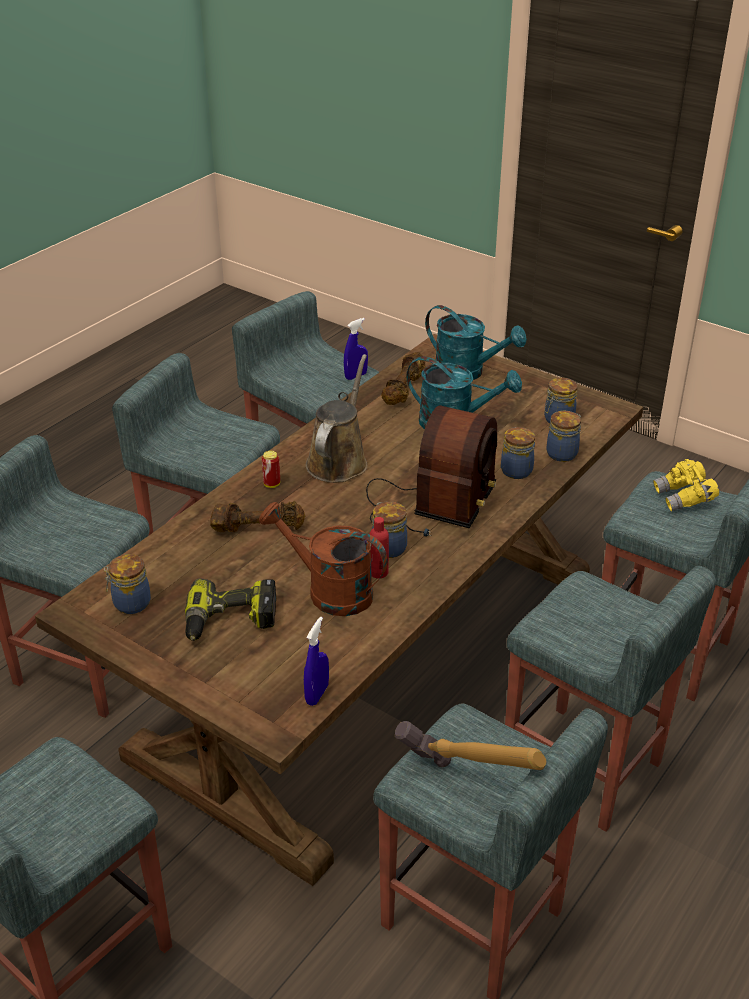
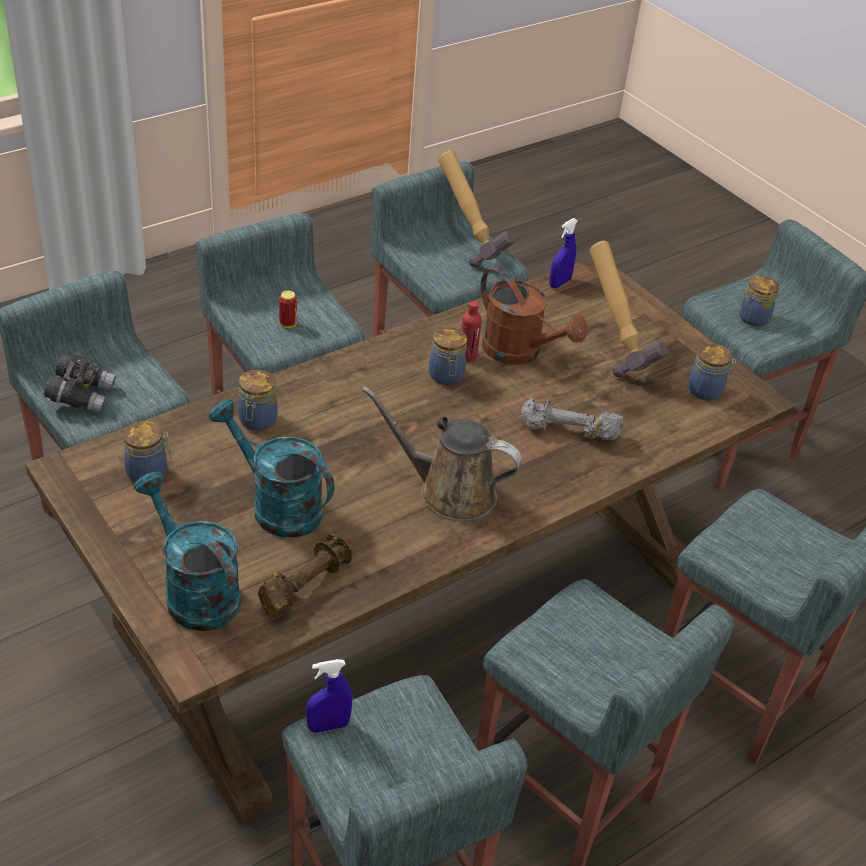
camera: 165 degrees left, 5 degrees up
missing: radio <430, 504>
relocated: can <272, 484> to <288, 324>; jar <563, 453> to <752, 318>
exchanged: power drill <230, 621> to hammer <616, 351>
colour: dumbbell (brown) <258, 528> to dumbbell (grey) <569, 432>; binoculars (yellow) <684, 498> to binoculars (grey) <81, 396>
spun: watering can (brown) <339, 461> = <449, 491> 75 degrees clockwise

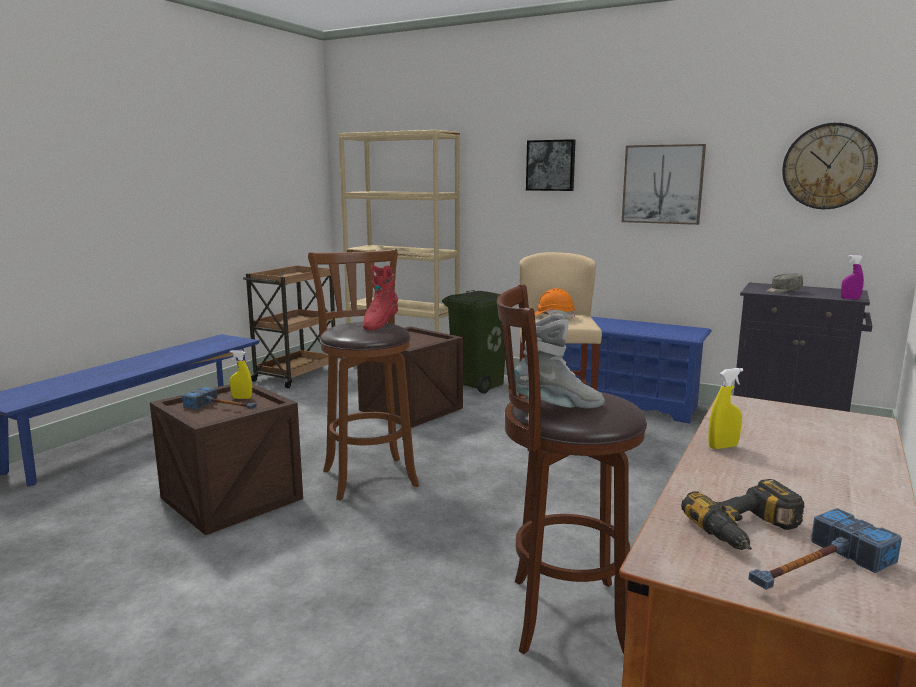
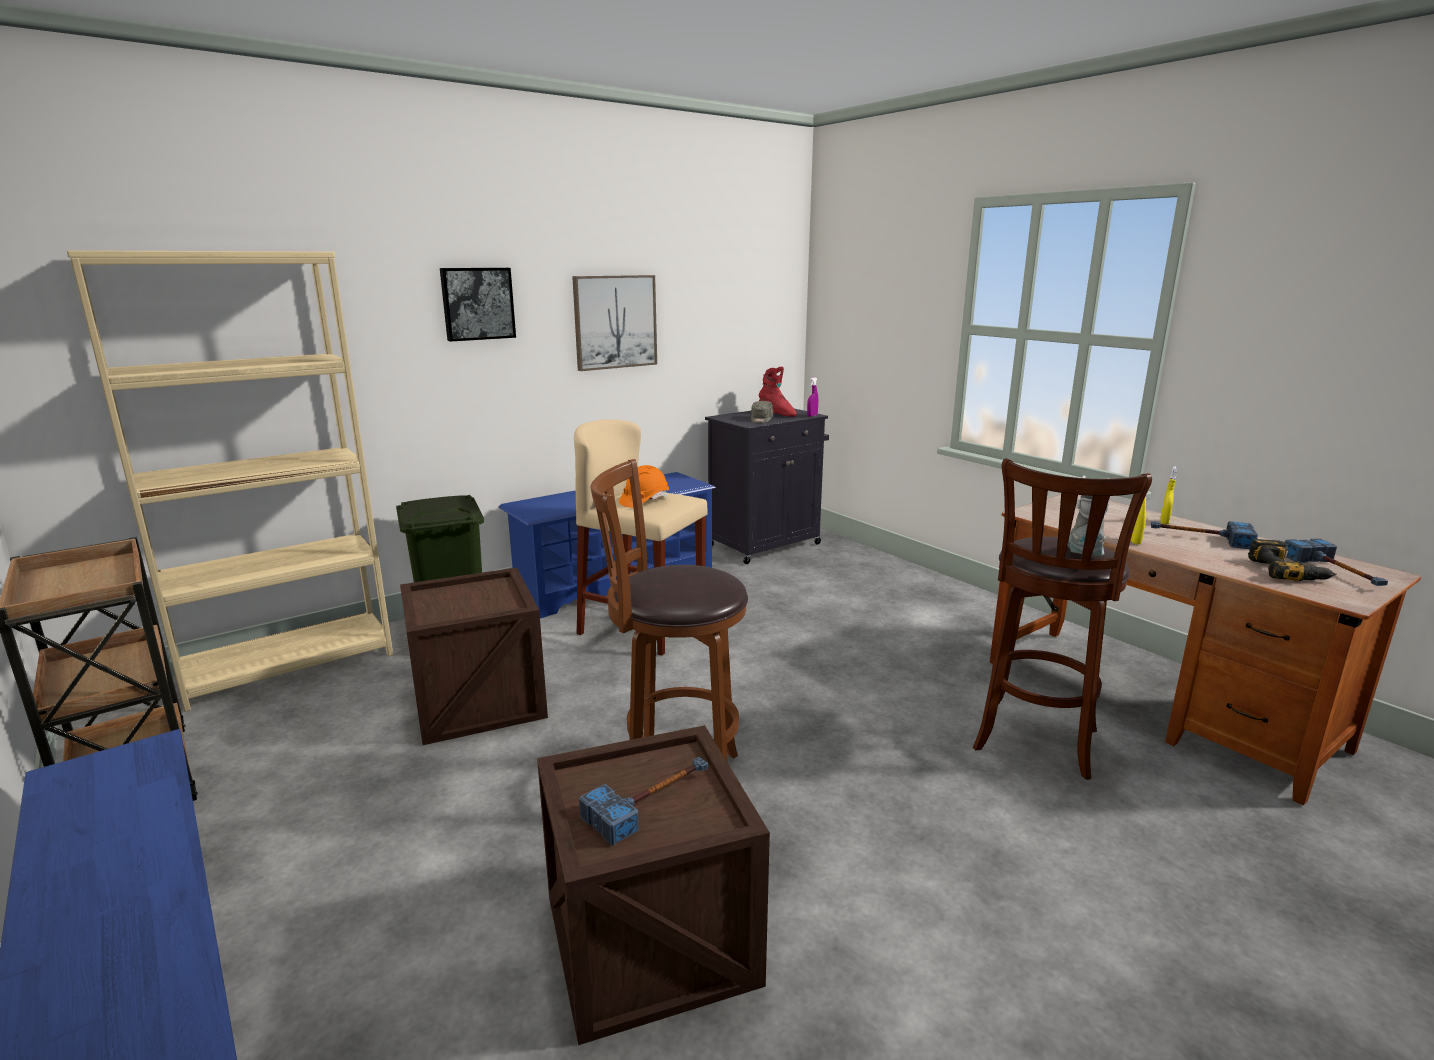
camera: 65 degrees left, 5 degrees up
missing: wall clock <828, 166>
appeared: hammer <1199, 538>
relocated: spray bottle (yellow) <242, 398> to <1164, 522>; boot (red) <379, 324> to <776, 414>

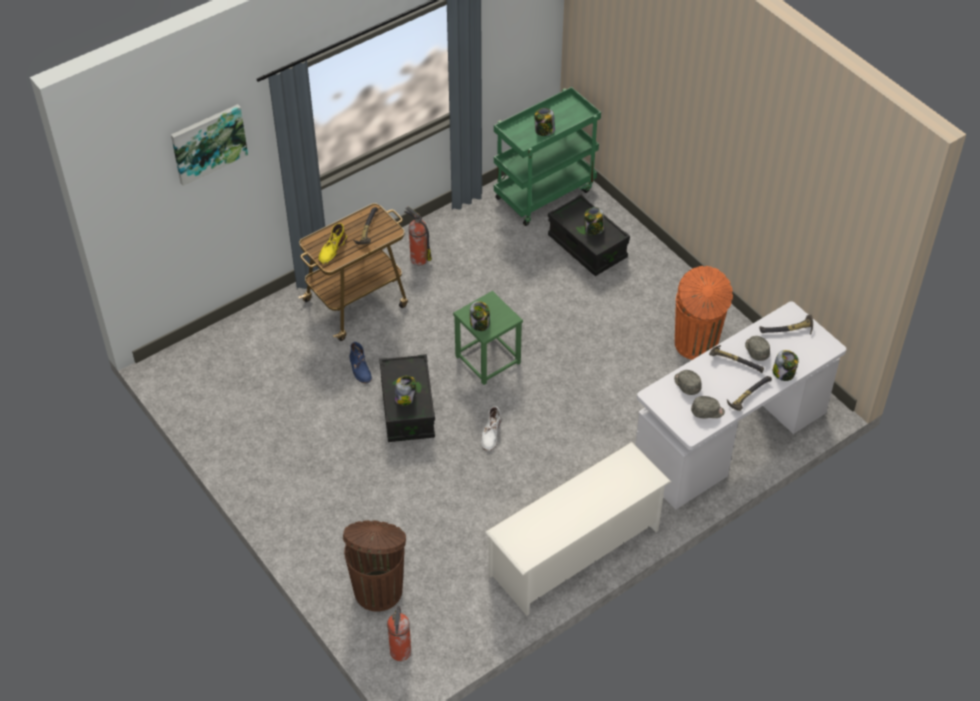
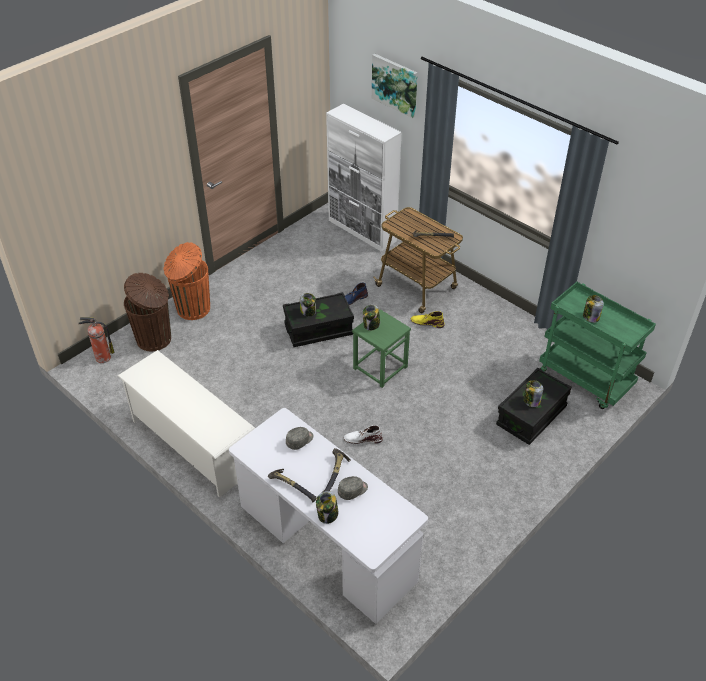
camera: 80 degrees right, 5 degrees down
missing: fire extinguisher <418, 258>; cap (grey) <707, 412>; hammer <788, 331>
appeared: cabinet (white) <362, 231>
relocated: boot (yellow) <332, 250> to <427, 322>; boot (white) <491, 434> to <362, 439>; trash can (orange) <696, 345> to <192, 309>

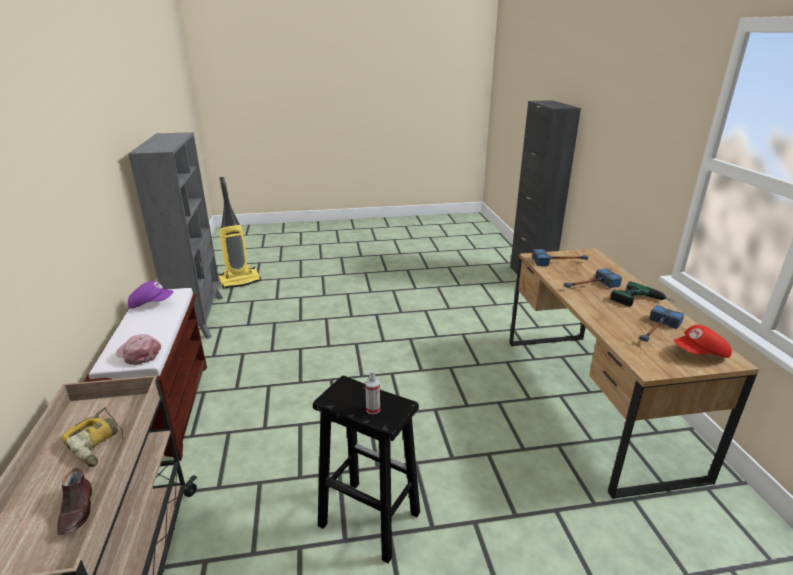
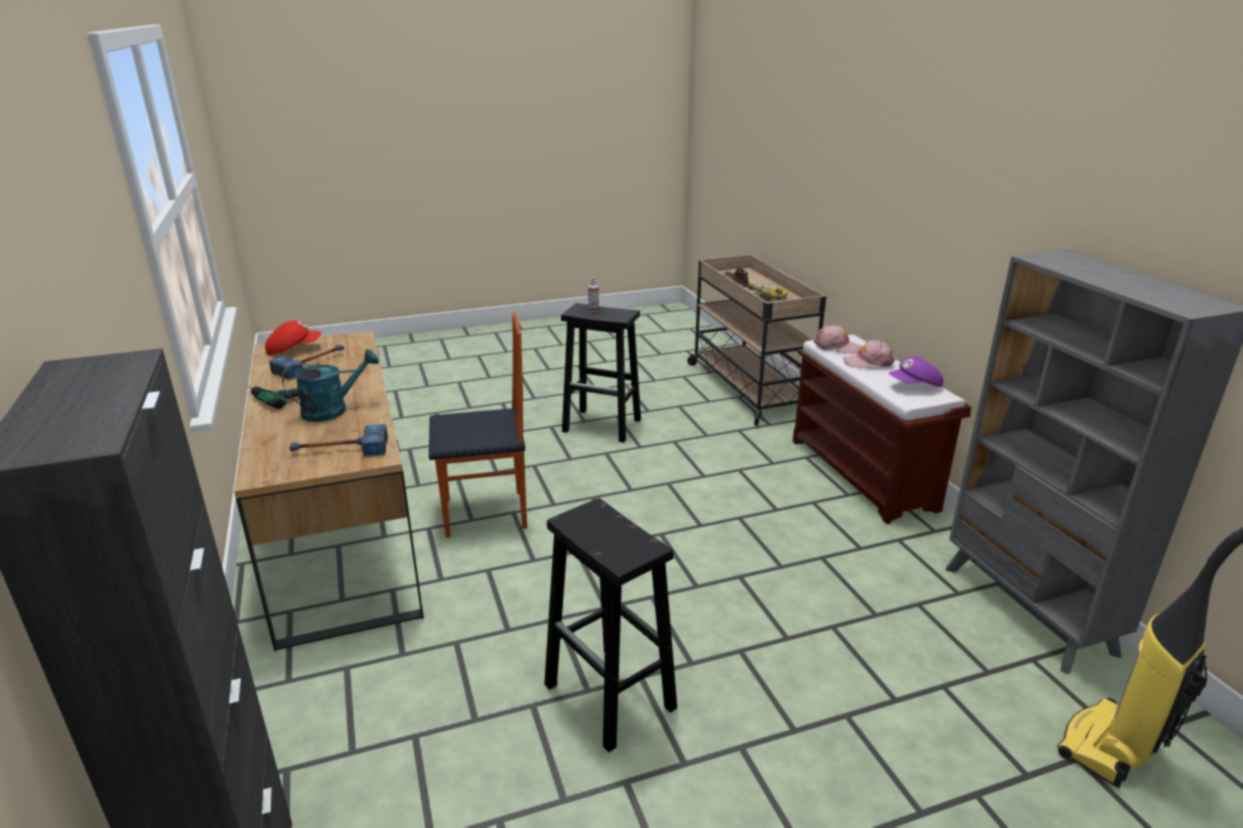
camera: 170 degrees right, 0 degrees up
appeared: chair <486, 514>; stool (black) <611, 697>; cap (pink) <868, 362>
exchanged: hammer <589, 286> to watering can (turquoise) <333, 410>

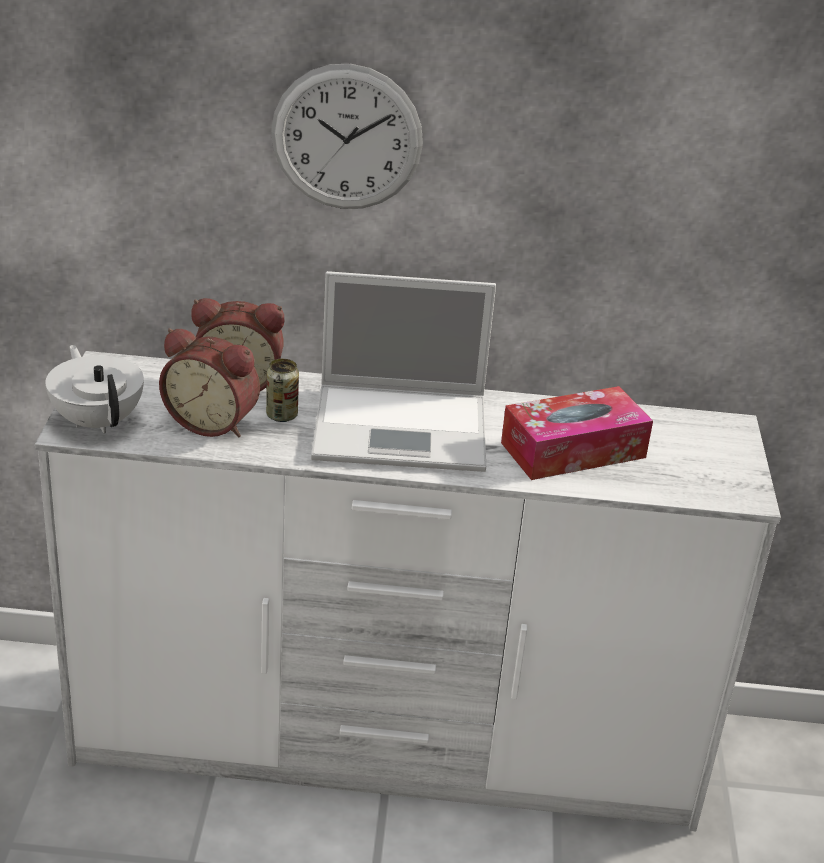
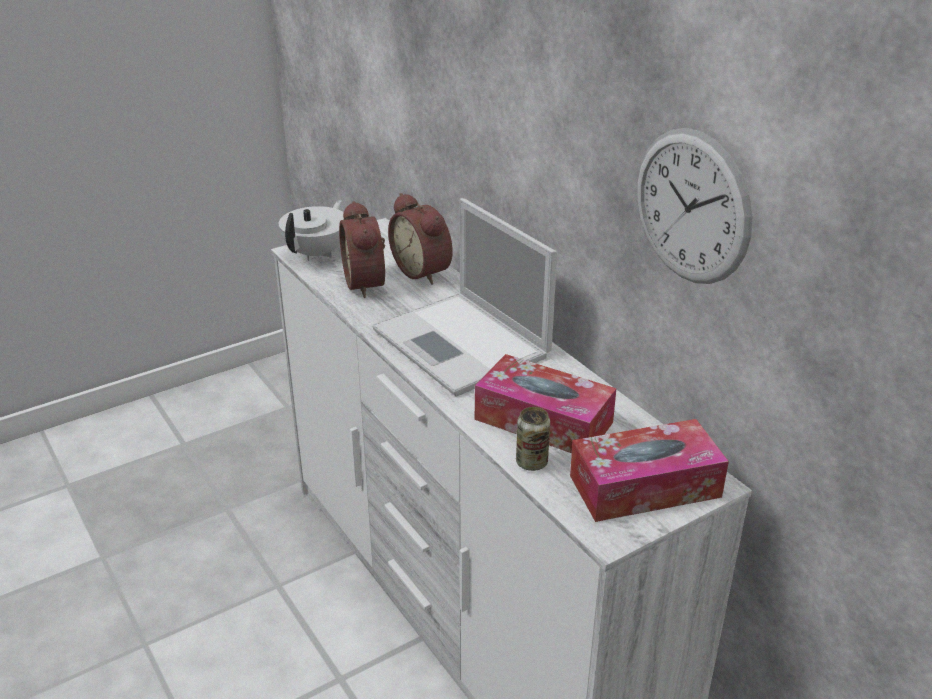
camera: 55 degrees right, 0 degrees up
appeared: tissue box <644, 486>
relocated: can <282, 415> to <531, 462>; wall clock <347, 138> to <691, 207>

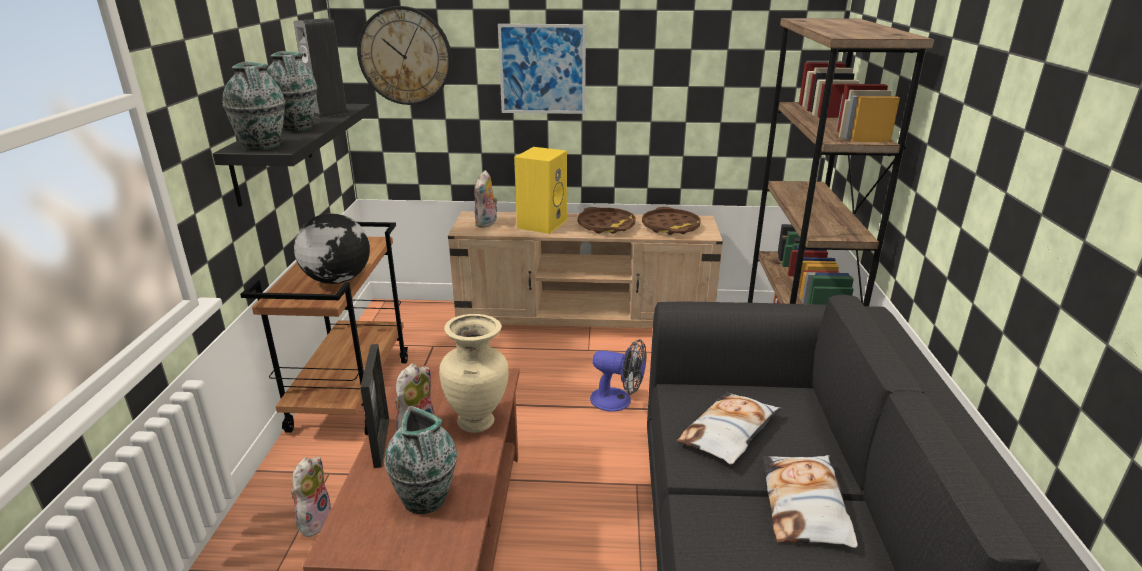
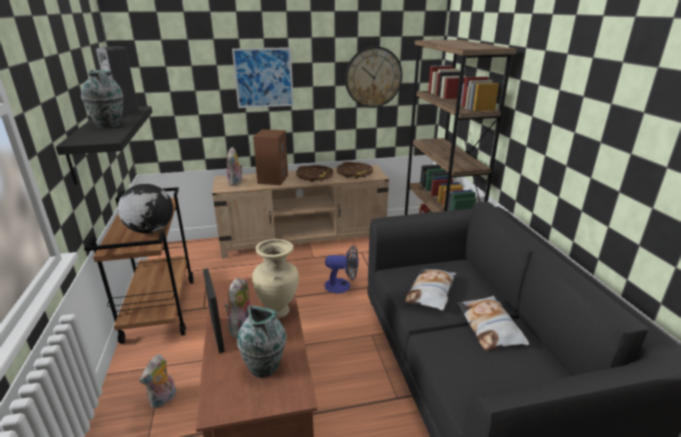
camera: 15 degrees left, 0 degrees up
missing: vase <263, 146>
relocated: wall clock <405, 56> to <373, 77>
colour: speaker (yellow) <541, 223> to speaker (brown) <272, 179>
spun: plush toy <314, 520> = <164, 400> 150 degrees counterclockwise

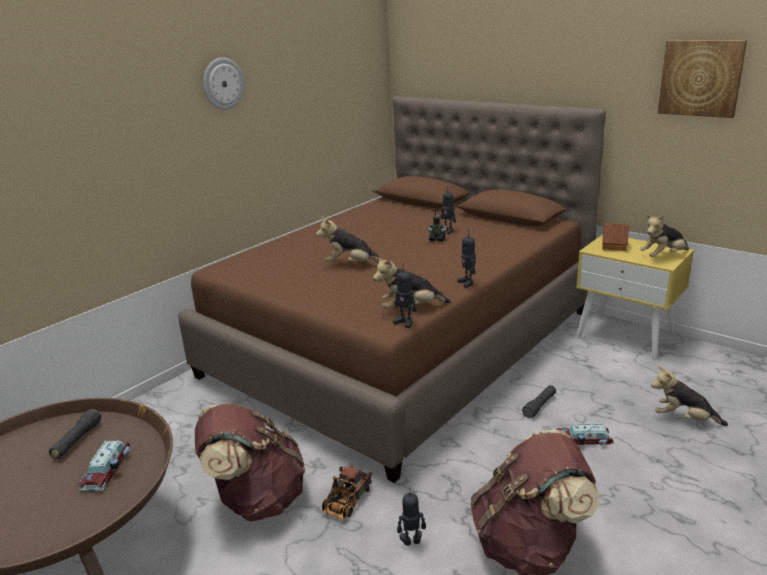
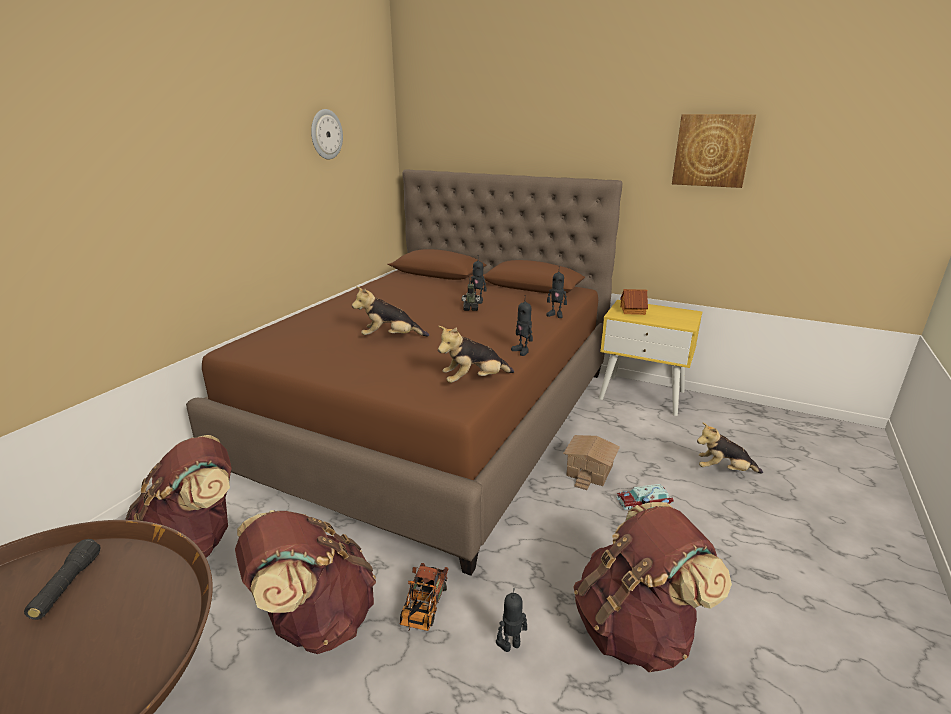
camera: 15 degrees left, 0 degrees up
missing: toy car <108, 469>; plush toy <663, 256>
appeared: backpack (brown) <195, 543>
relocated: wall clock <223, 84> to <326, 134>; toy robot <405, 322> to <555, 315>
exchanged: flashlight (black) <539, 406> to toy house <590, 471>

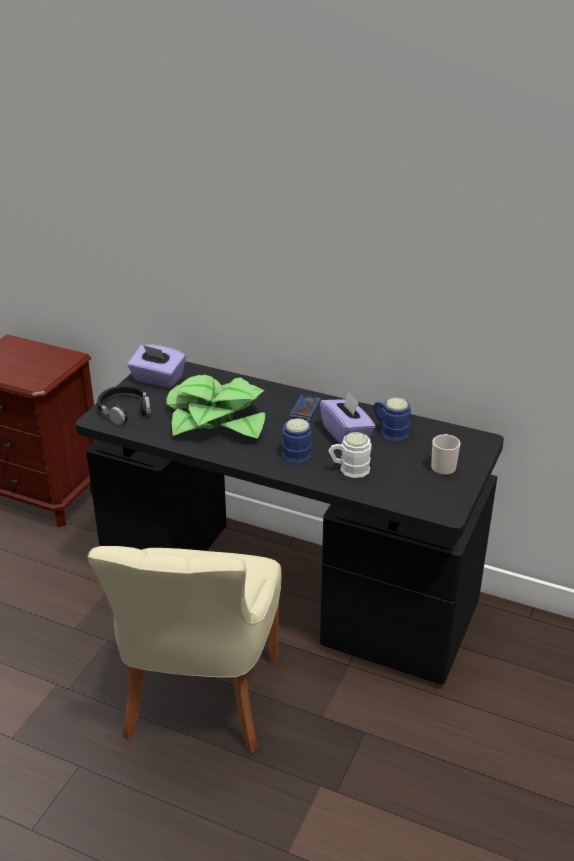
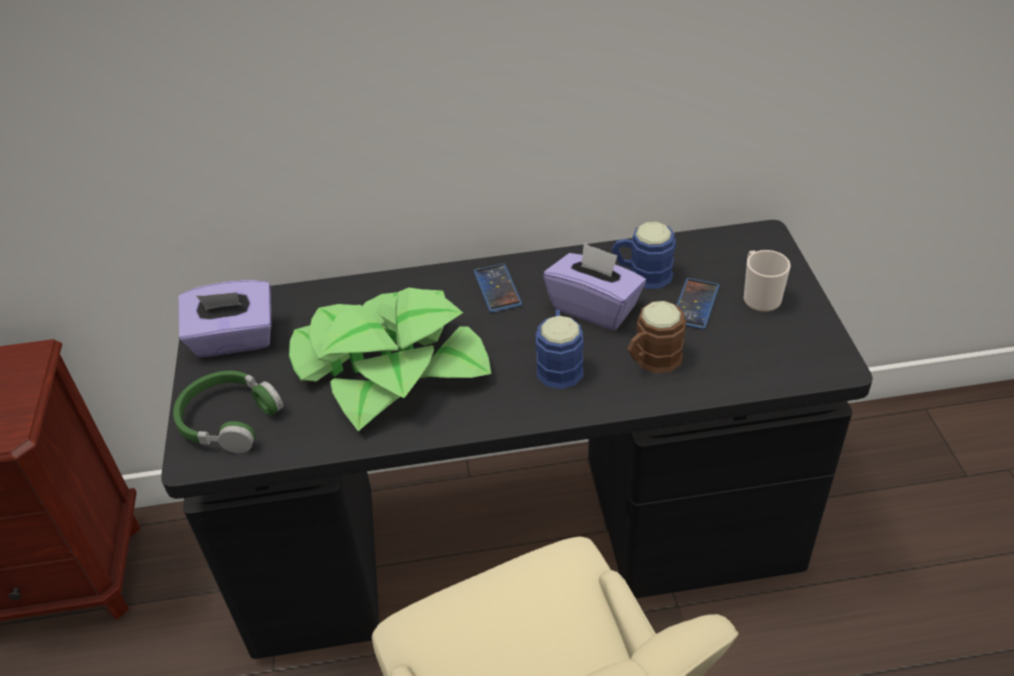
camera: 30 degrees left, 10 degrees up
appeared: phone <695, 304>
colour: headphones (black) <124, 410> to headphones (green) <228, 419>; mug (white) <349, 469> to mug (brown) <651, 360>

